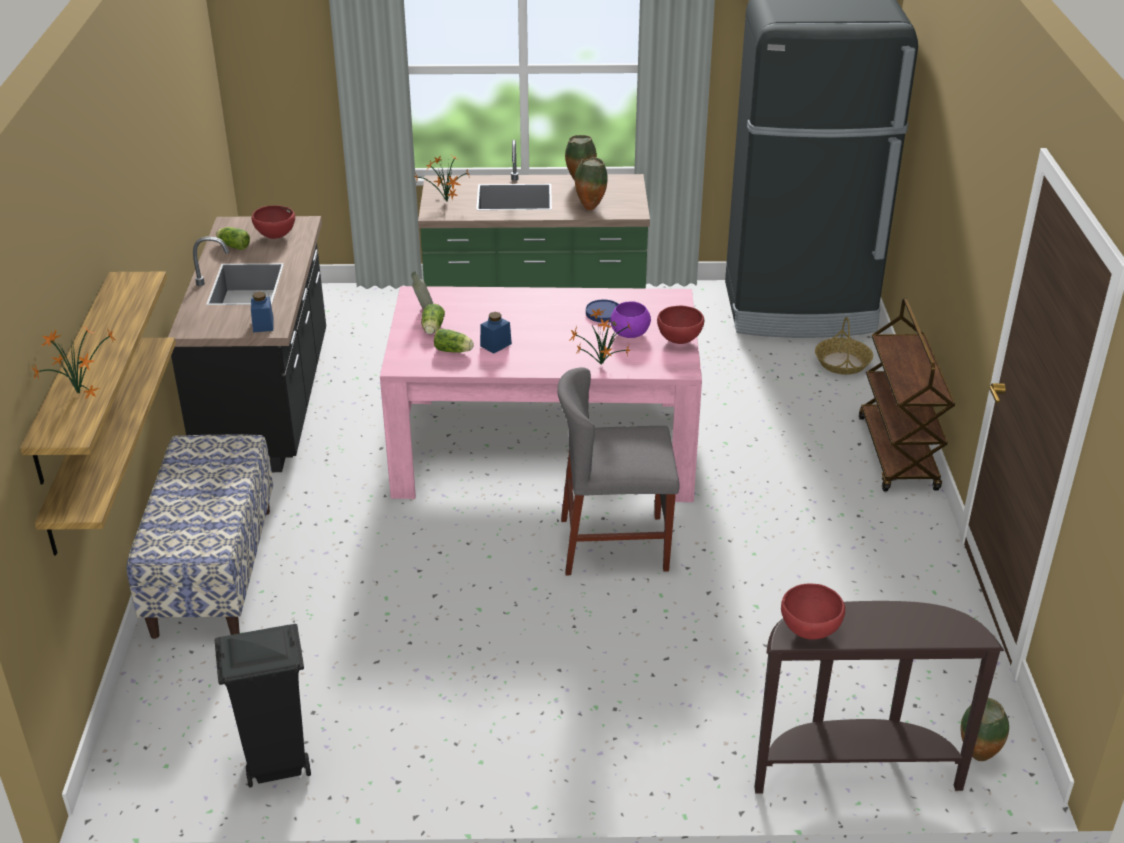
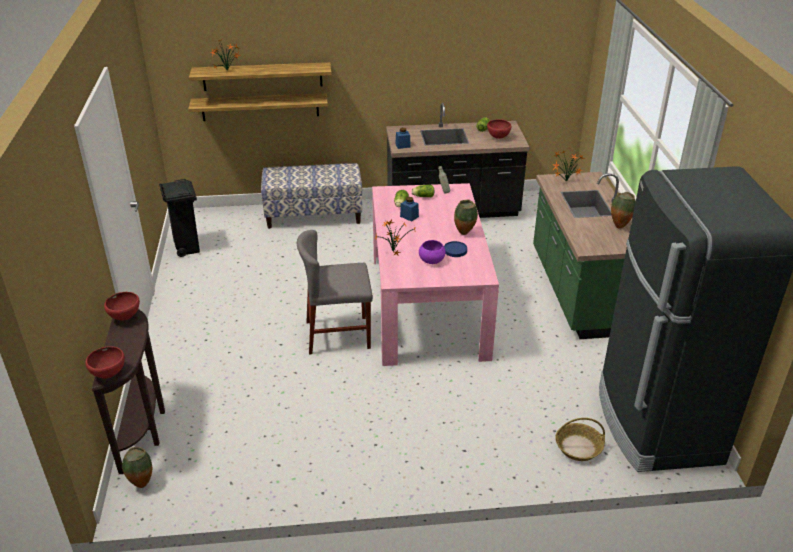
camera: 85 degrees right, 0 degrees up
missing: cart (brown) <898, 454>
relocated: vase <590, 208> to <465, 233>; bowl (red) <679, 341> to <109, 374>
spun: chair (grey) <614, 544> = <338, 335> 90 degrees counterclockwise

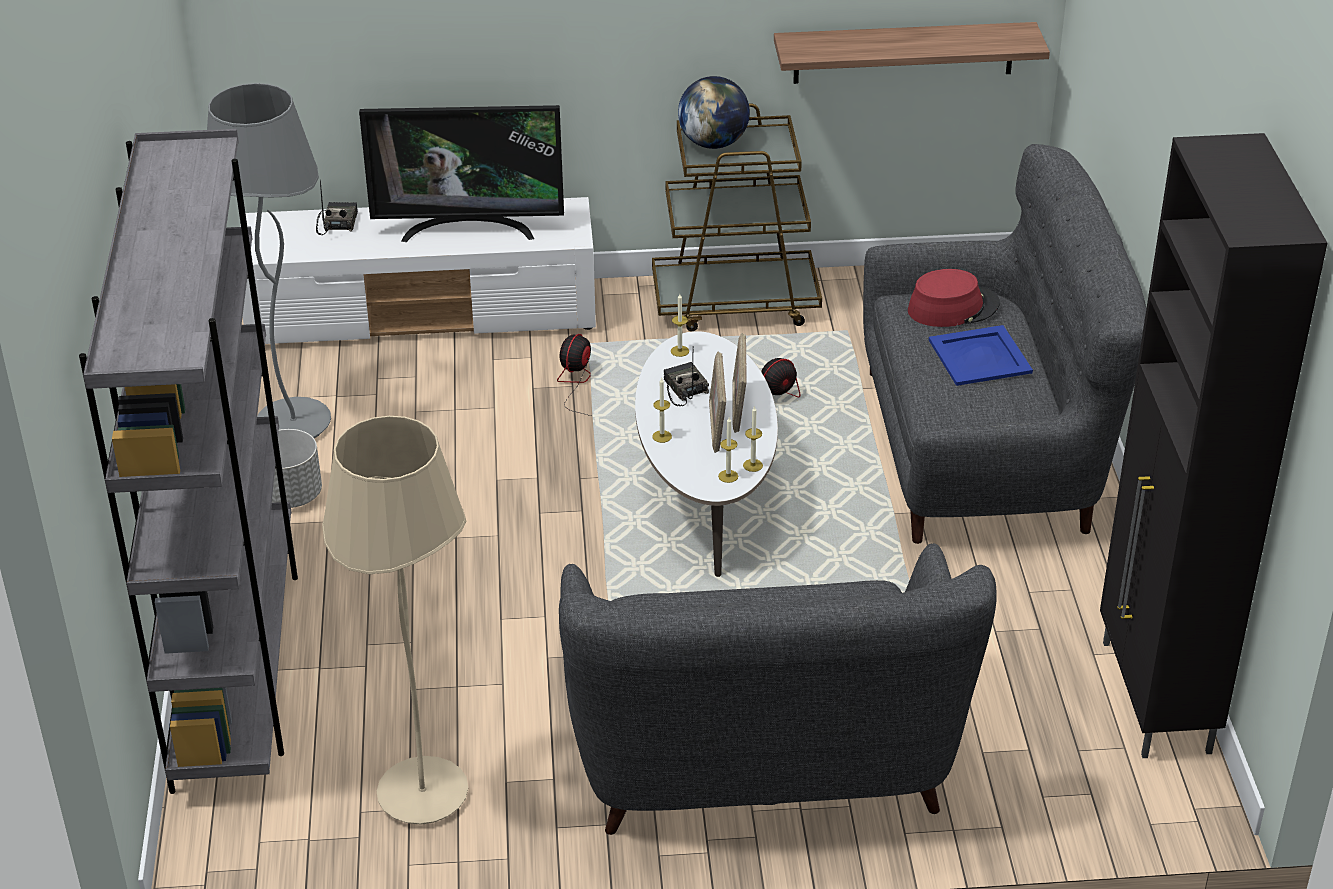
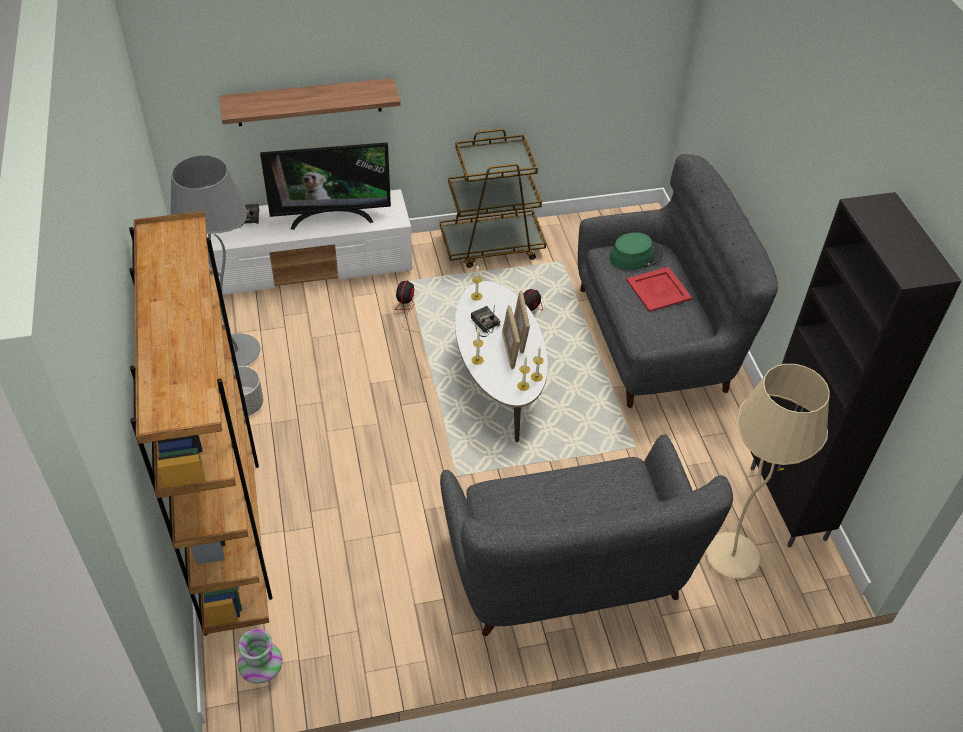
camera: 10 degrees left, 10 degrees up
missing: globe <713, 143>
appeared: vase <262, 670>
relocated: floor lamp (beige) <423, 795> to <732, 558>; shelf <903, 52> to <309, 102>
colour: bookcase (grey) <237, 664> to bookcase (brown) <231, 534>; hat (red) <953, 308> to hat (green) <636, 255>; tray (blue) <980, 356> to tray (red) <658, 289>

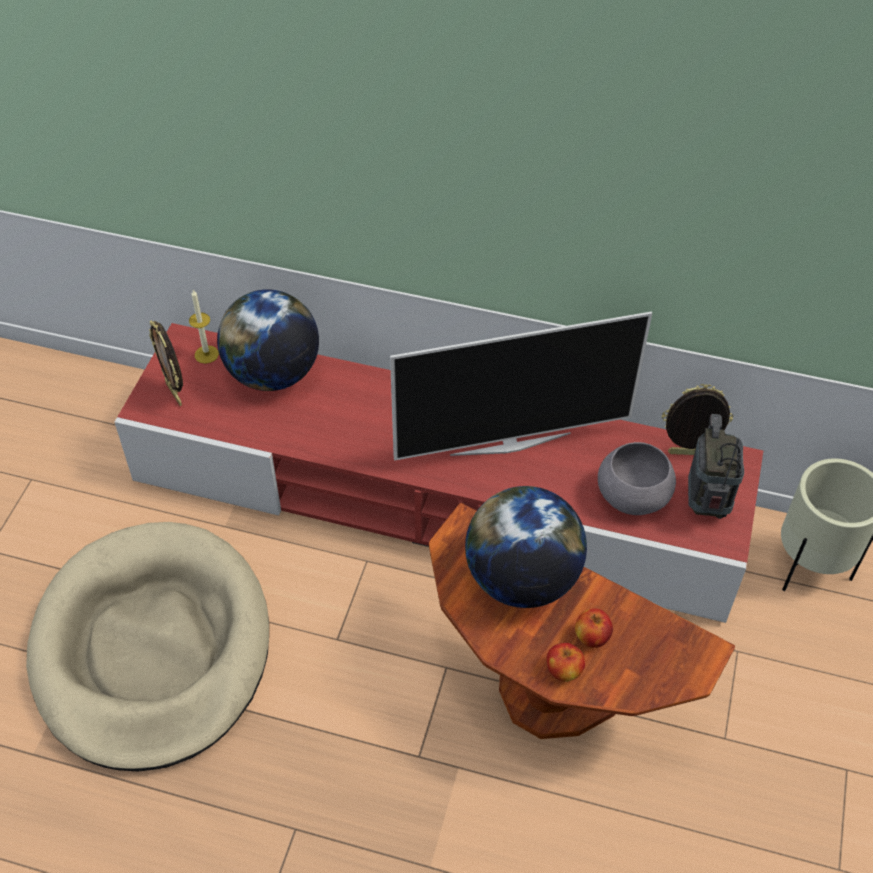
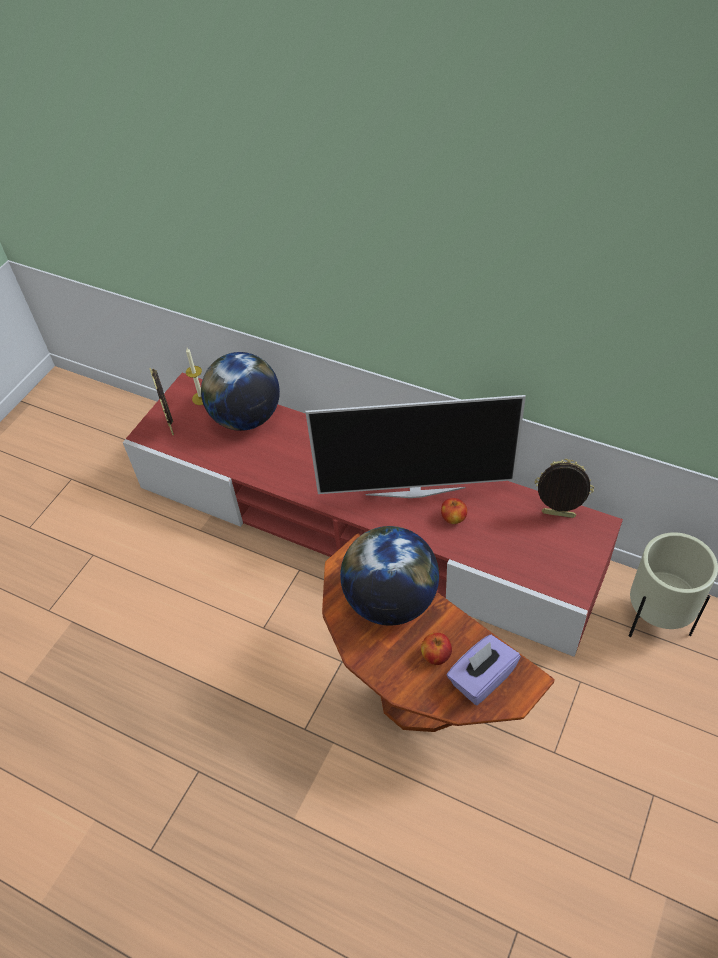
camera: 15 degrees right, 0 degrees up
missing: dog bed (beige) <152, 649>; bowl (grey) <633, 498>; radio <706, 504>
appeared: tissue box (purple) <481, 678>
relocated: apple <564, 671> to <453, 518>

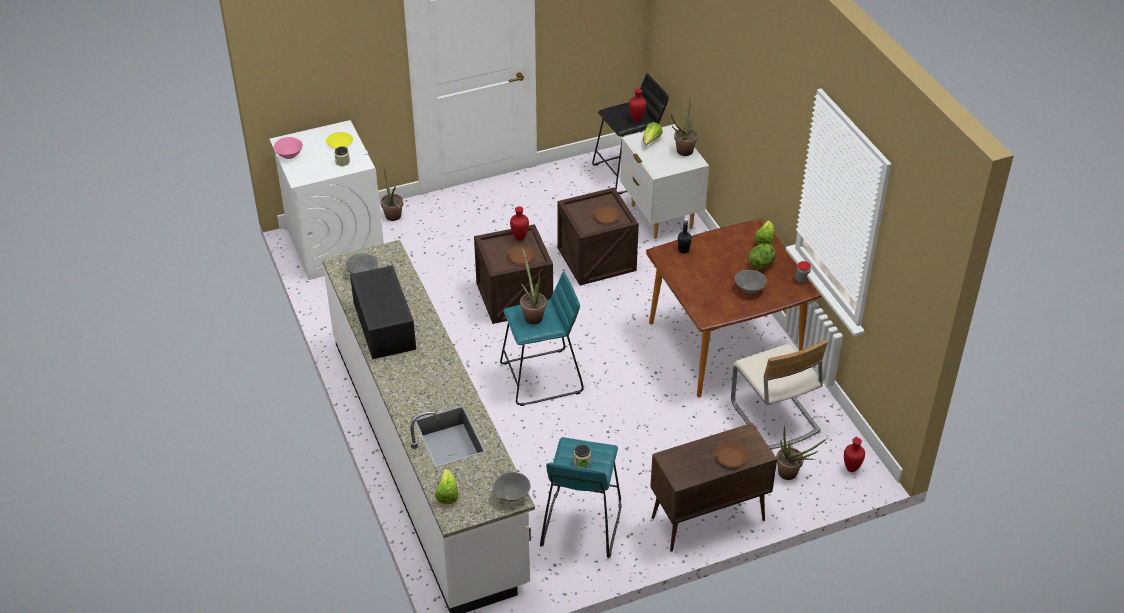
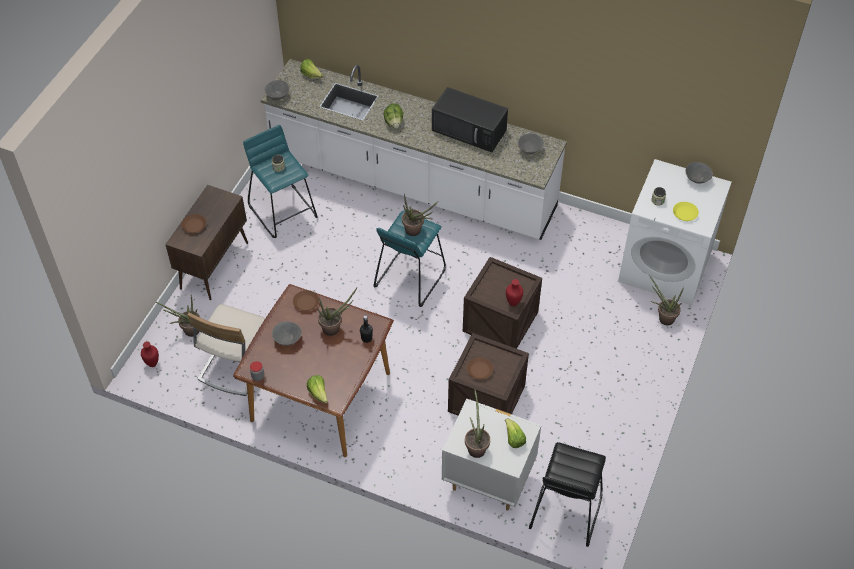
camera: 135 degrees right, 10 degrees up
missing: vase (red) <636, 119>
appeared: potted plant <335, 328>
relocated: plate (brown) <520, 257> to <306, 302>; lettuce <761, 264> to <394, 123>
colour: bowl (pink) <289, 155> to bowl (grey) <697, 179>
spun: chair (beige) <774, 417> = <234, 364> 90 degrees counterclockwise

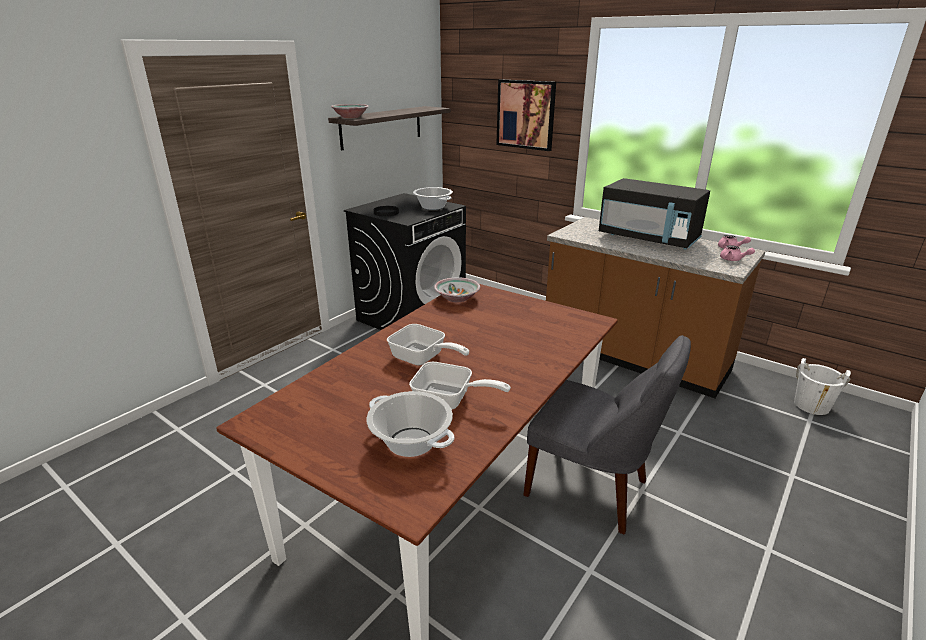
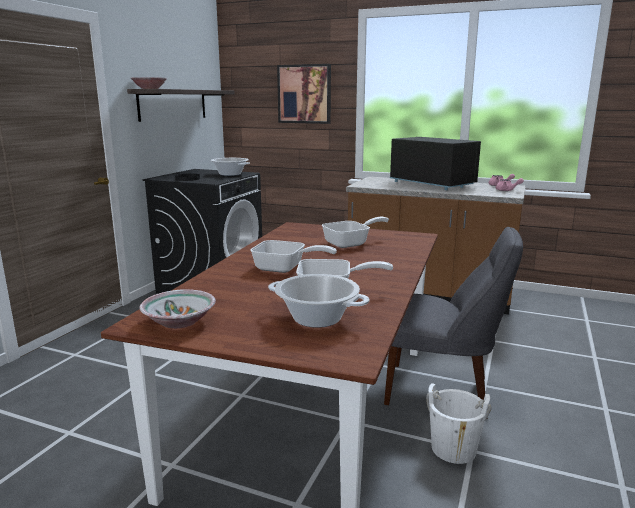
camera: 15 degrees left, 10 degrees down
appeared: frying pan <351, 243>
relocated: bowl <457, 298> to <180, 322>; bucket (white) <811, 405> to <453, 449>
spun: microwave (black) <648, 238> = <431, 184> 150 degrees counterclockwise

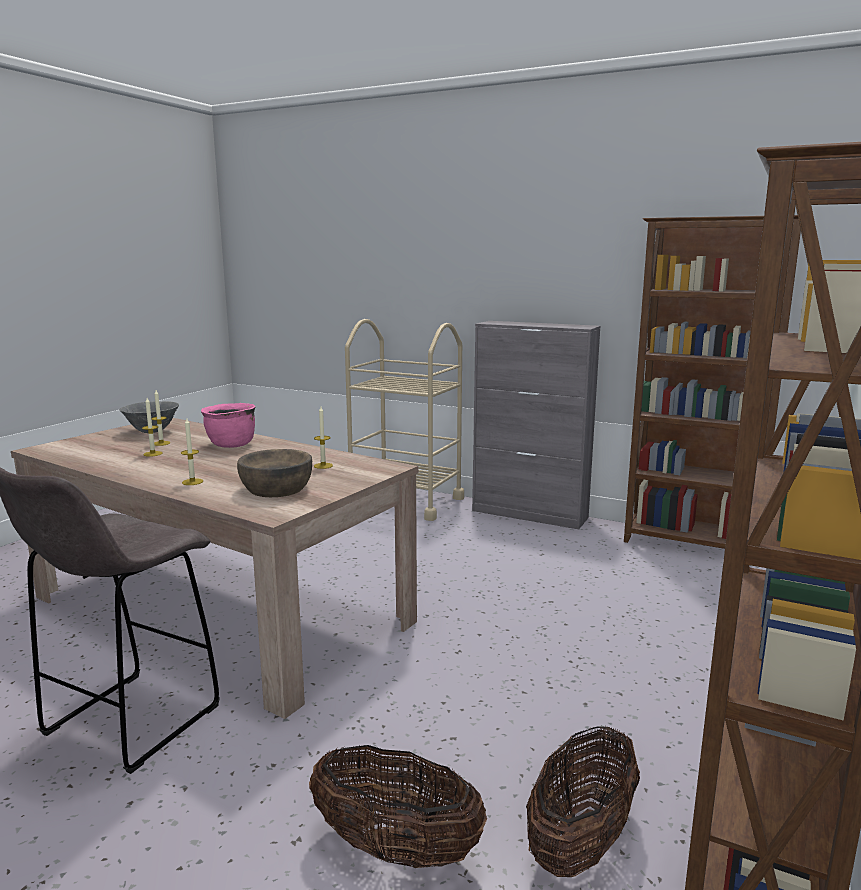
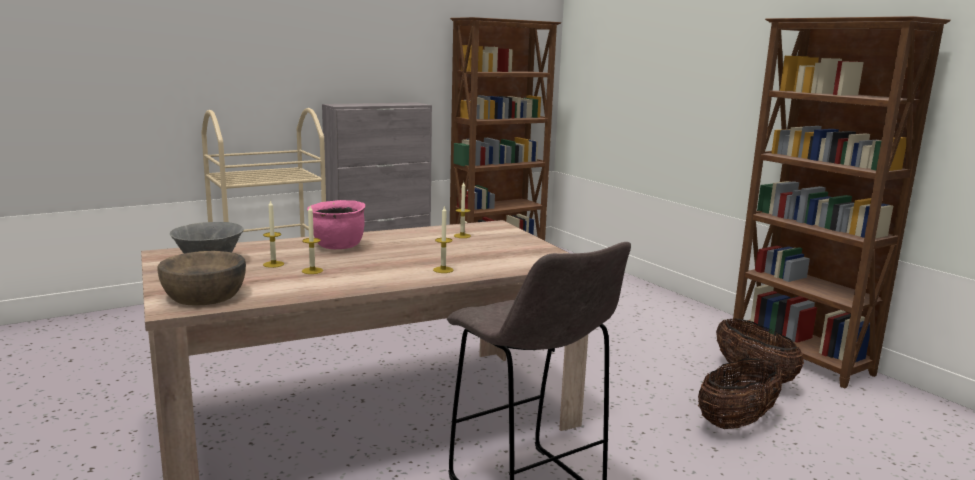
camera: 60 degrees left, 0 degrees up
relocated: bowl (brown) <277, 488> to <205, 295>

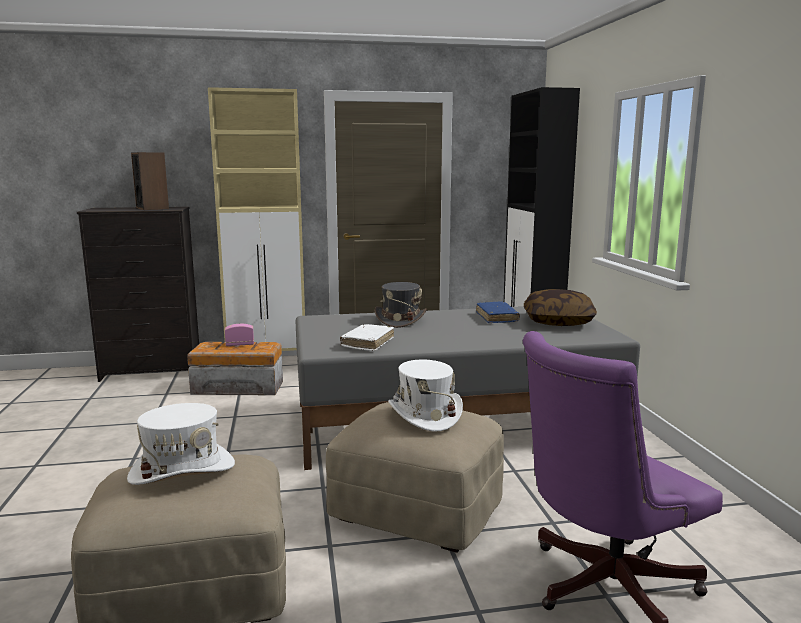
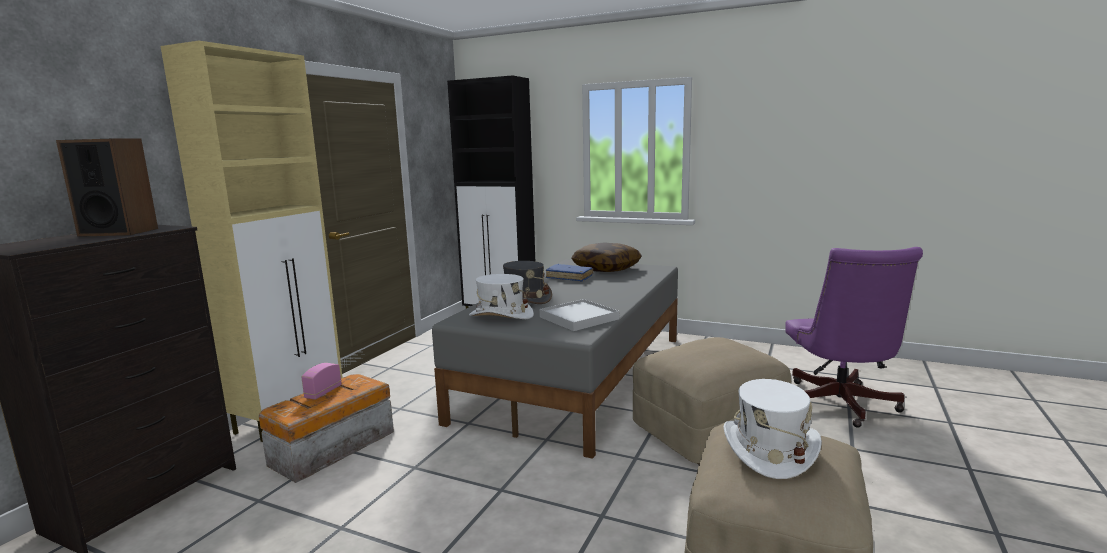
camera: 55 degrees left, 0 degrees up
relocated: hat (white) <424, 415> to <501, 315>
exchanged: book (white) <367, 343> to tray (white) <578, 318>

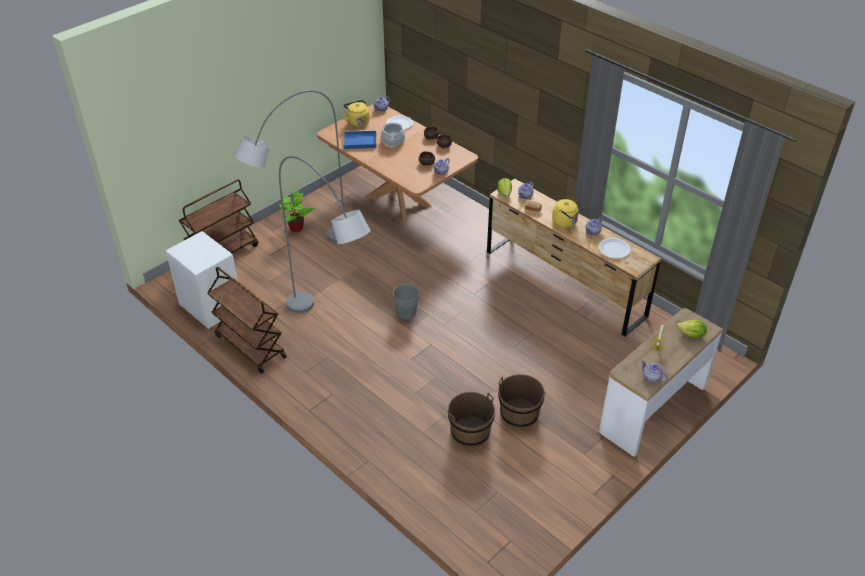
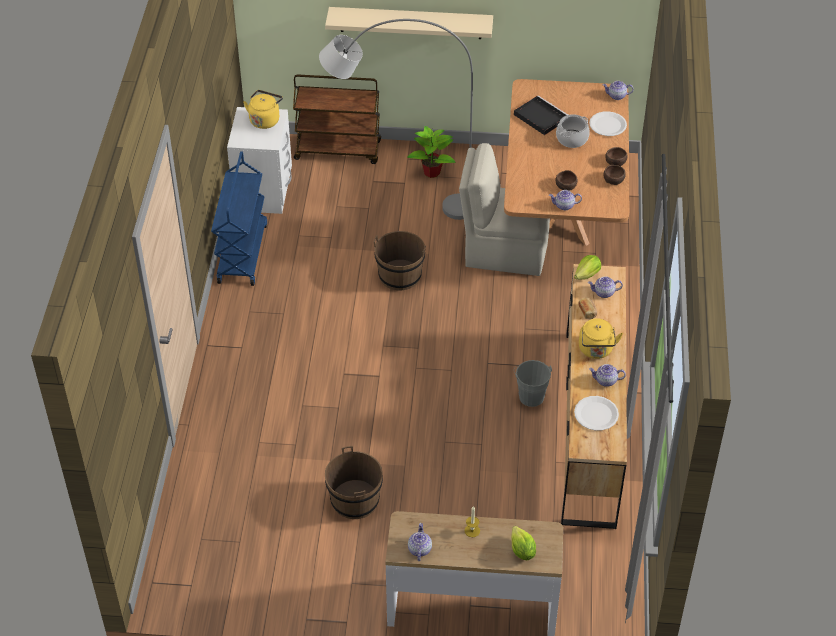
camera: 50 degrees right, 5 degrees up
missing: floor lamp (grey) <332, 330>
appeared: shelf (beige) <410, 23>; chair (beige) <503, 251>
relocated: kettle (yellow) <357, 122> to <265, 120>; bucket (grey) <404, 312> to <530, 395>; bucket (brown) <470, 432> to <400, 275>
colour: cart (brown) <250, 346> to cart (blue) <242, 253>; tray (blue) <359, 141> to tray (black) <540, 117>

